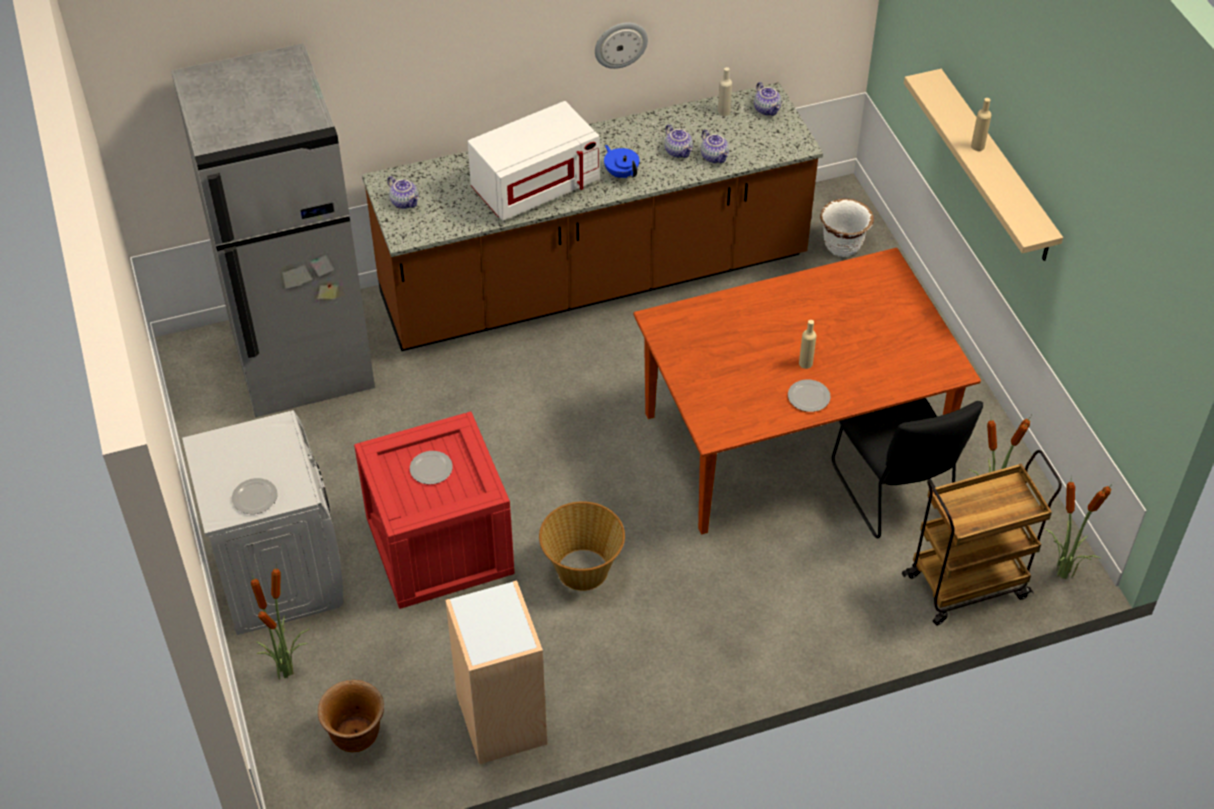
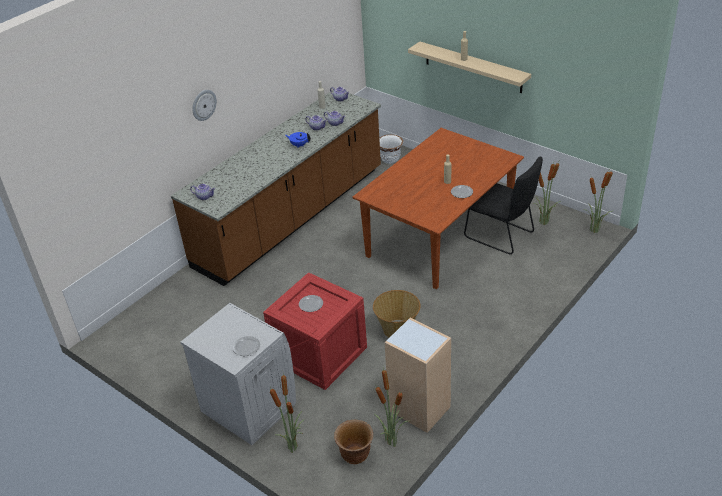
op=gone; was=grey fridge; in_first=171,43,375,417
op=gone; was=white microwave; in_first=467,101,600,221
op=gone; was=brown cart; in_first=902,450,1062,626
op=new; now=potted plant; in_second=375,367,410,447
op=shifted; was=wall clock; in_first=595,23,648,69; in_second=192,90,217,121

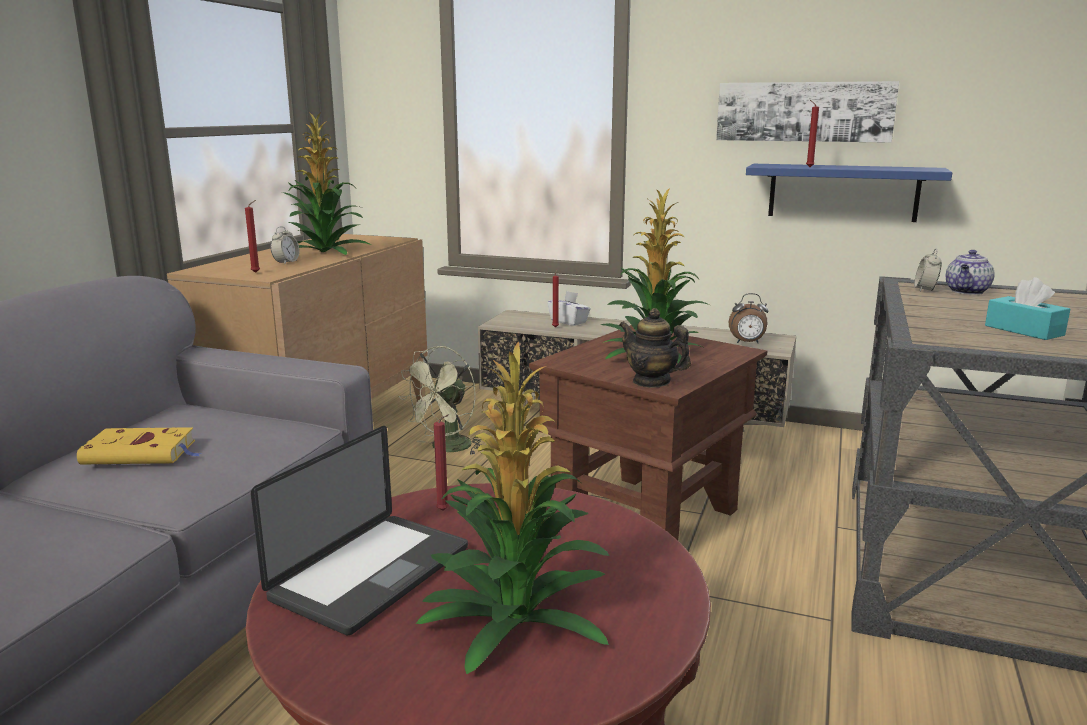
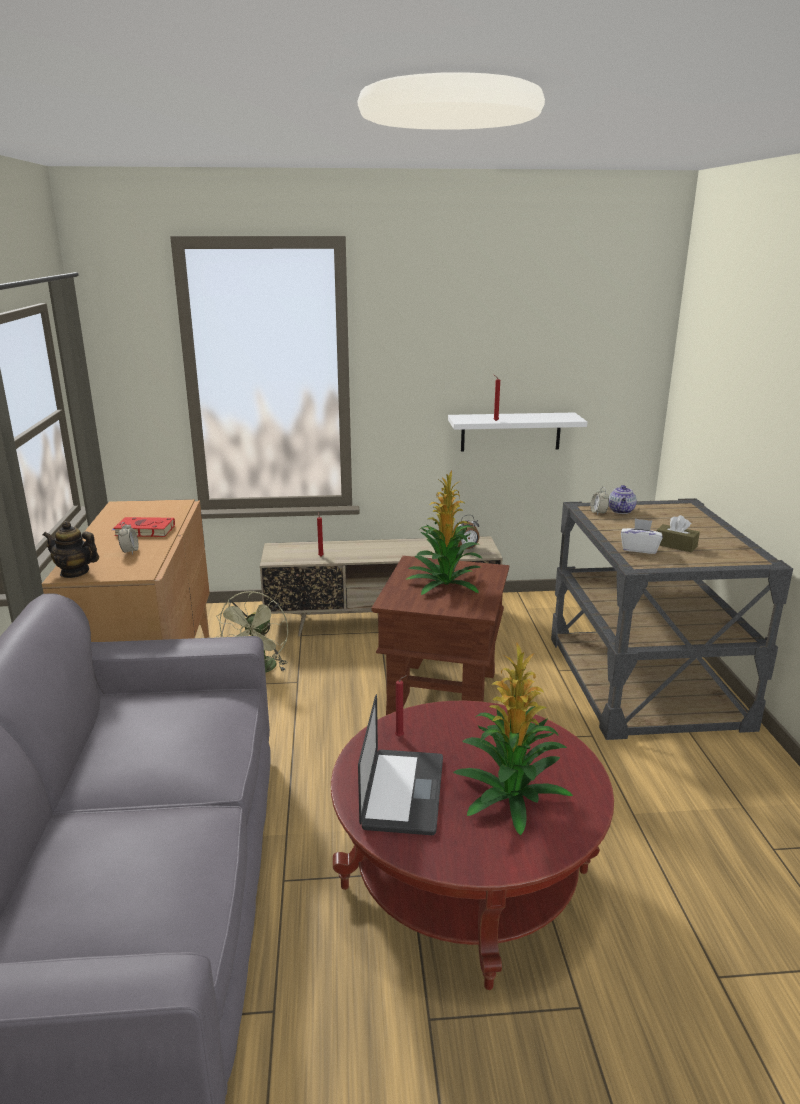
op=gone; was=yellow book; in_first=77,427,202,465
op=gone; was=red candle; in_first=245,200,260,273
op=gone; was=picture; in_first=716,81,899,143
op=shifted; was=white tissue box; in_first=547,291,591,326; in_second=621,518,662,554
op=shifted; was=teapot; in_first=619,308,691,388; in_second=43,521,99,578
op=swapped; was=potted plant; now=red book; in_first=282,112,371,255; in_second=113,517,175,537
op=repainted; was=blue shelf; now=white shelf; in_first=746,164,952,222; in_second=448,413,587,452
op=repainted; was=turquoise tissue box; now=brown tissue box; in_first=985,277,1070,340; in_second=657,515,700,552

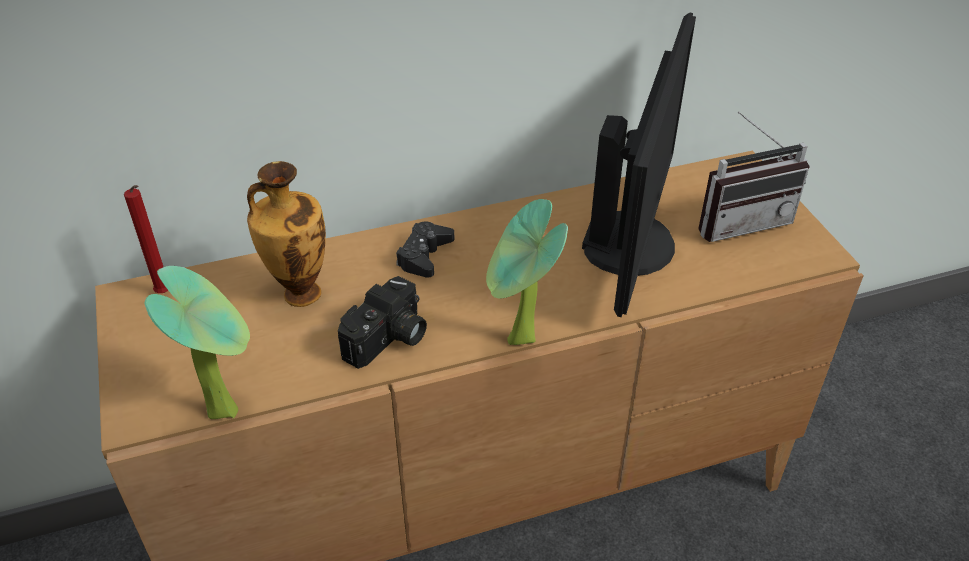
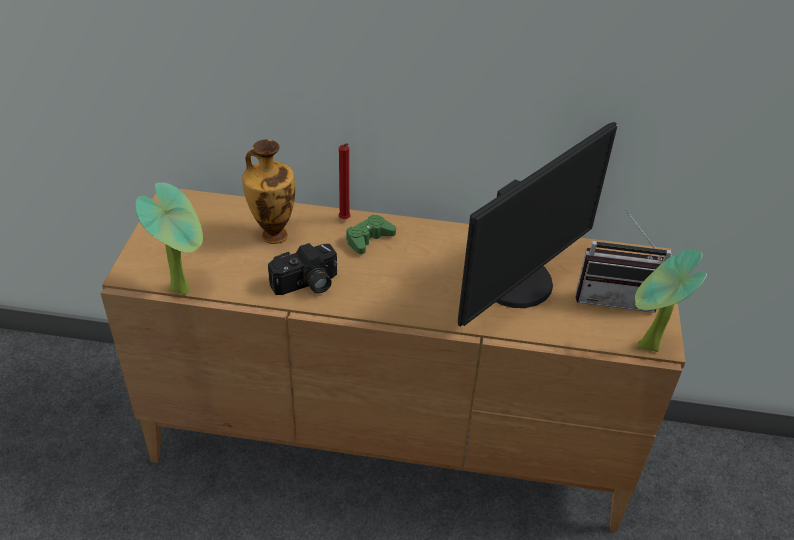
op=shifted; was=red candle; in_first=124,185,168,293; in_second=339,143,350,220
op=shifted; was=potted plant; in_first=486,199,568,345; in_second=635,249,707,352
op=repainted; was=black game controller; now=green game controller; in_first=396,222,454,278; in_second=346,214,396,254

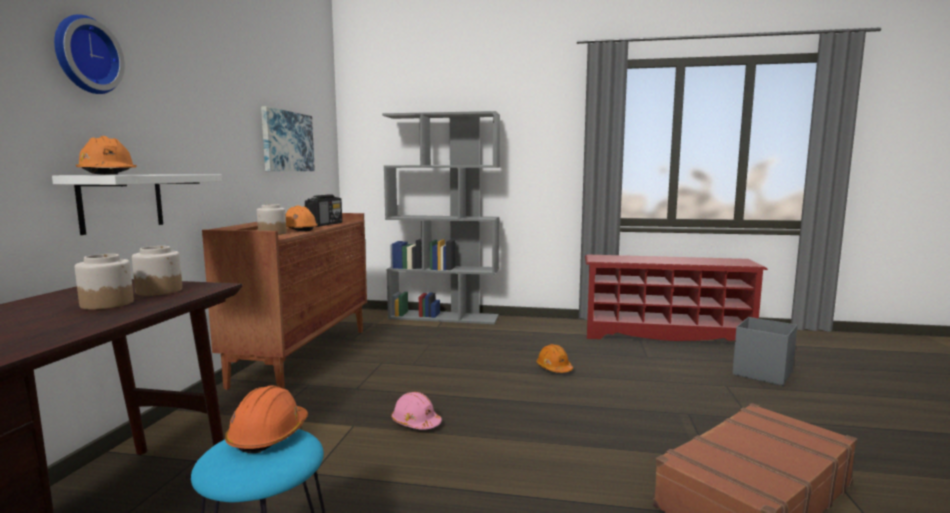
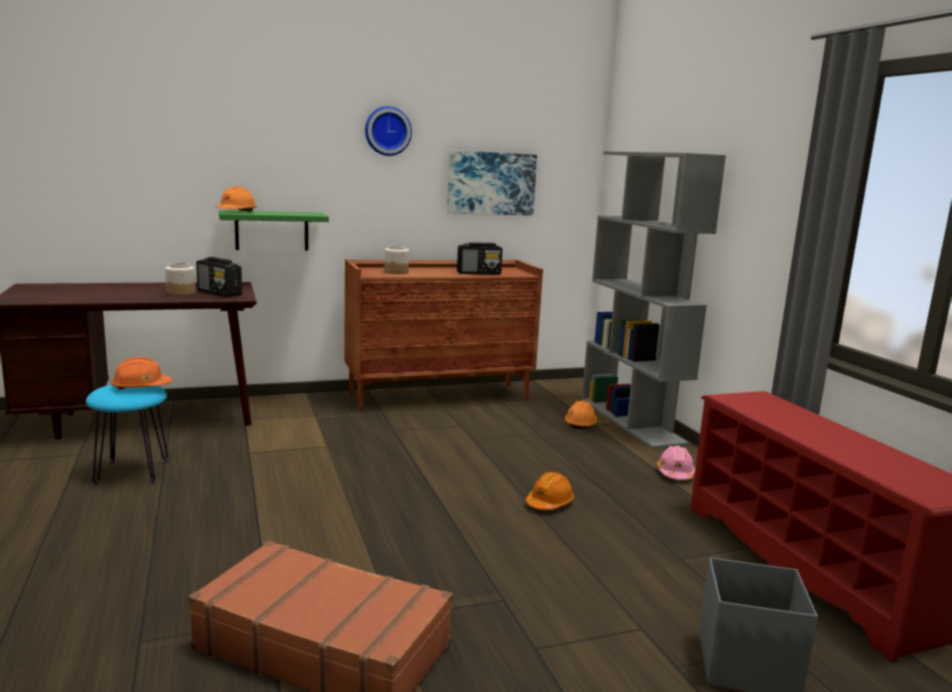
op=shifted; was=wall clock; in_first=54,14,125,94; in_second=365,106,412,156
op=shifted; was=orange hard hat; in_first=286,206,318,232; in_second=565,400,597,429
op=shifted; was=pink hard hat; in_first=391,392,442,429; in_second=657,445,695,480
op=swapped; was=jar; now=radio; in_first=132,246,182,296; in_second=196,257,242,297
op=repainted; was=white shelf; now=green shelf; in_first=52,174,222,235; in_second=219,210,329,250

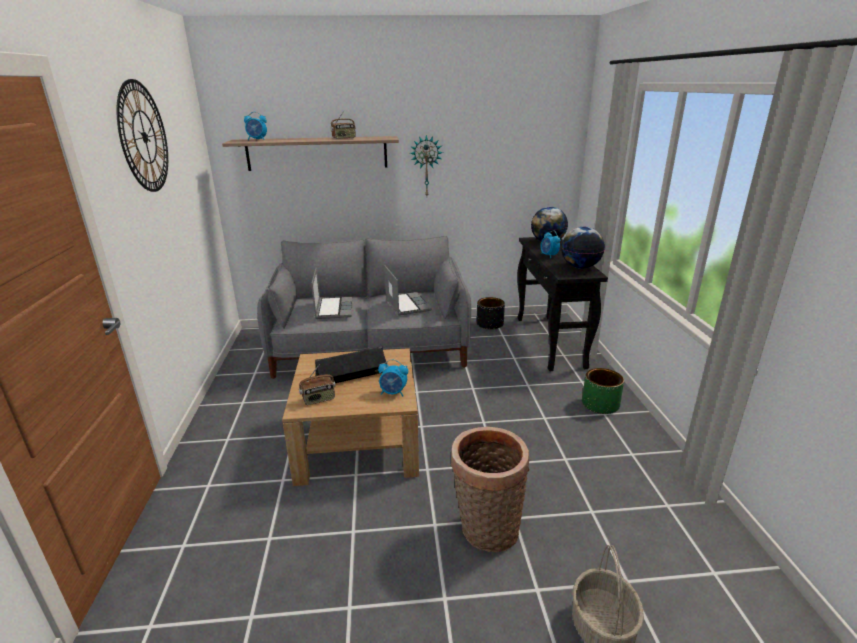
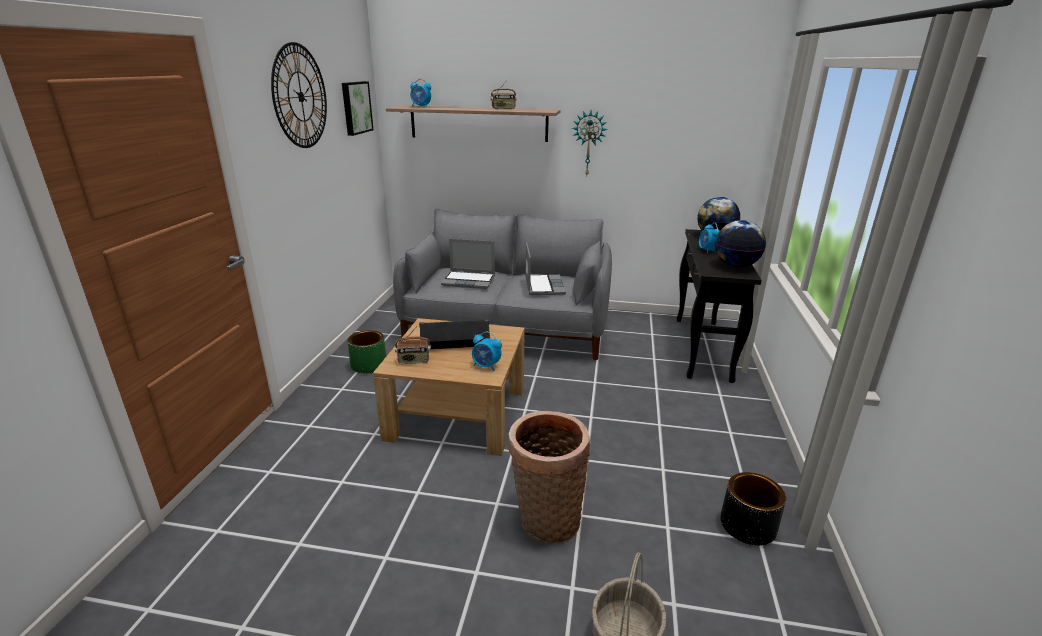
op=new; now=picture; in_second=342,81,373,136
op=shifted; was=black planter; in_first=476,297,505,330; in_second=720,472,786,546
op=shifted; was=green planter; in_first=582,368,624,414; in_second=347,330,386,374
op=rotated; was=laptop; in_first=311,267,353,319; in_second=441,239,495,289; clockwise=90

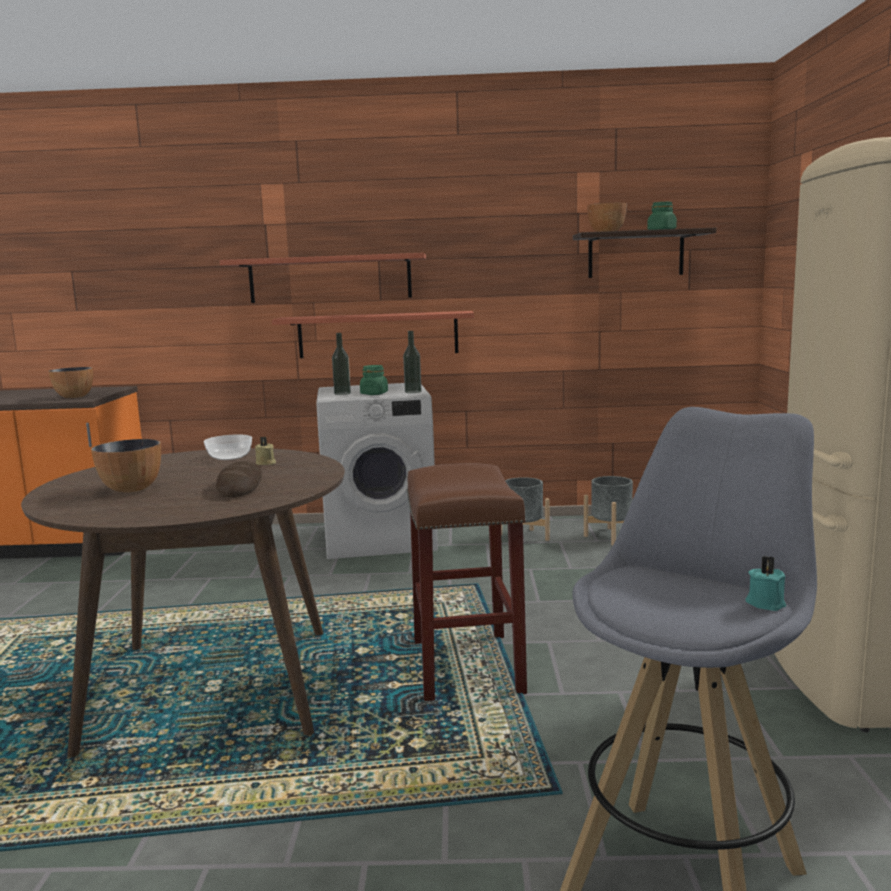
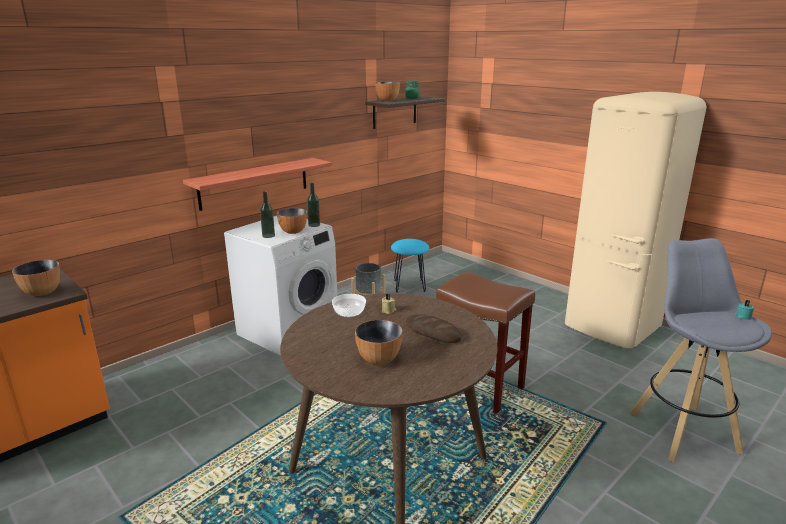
op=gone; was=shelf; in_first=220,253,426,303
op=swapped; was=green jar; now=bowl; in_first=360,365,388,395; in_second=277,208,307,234
op=swapped; was=grey planter; now=turquoise stool; in_first=584,476,633,545; in_second=391,239,429,292

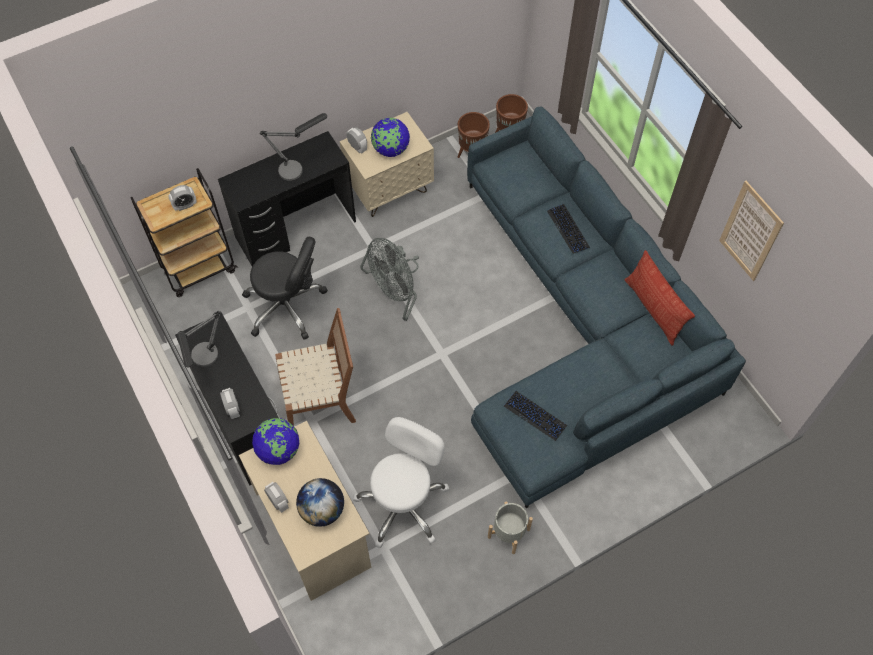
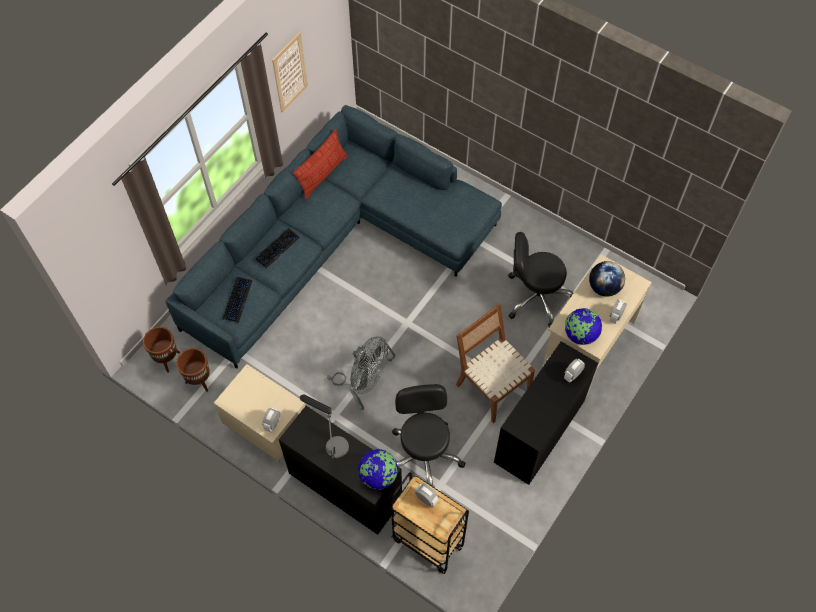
op=gone; was=table lamp; in_first=177,310,221,367
op=gone; was=grey planter; in_first=488,502,533,554
op=shifted; was=globe; in_first=371,118,410,157; in_second=358,449,398,489
op=shifted; was=keyboard; in_first=504,391,567,441; in_second=222,277,252,323
op=repainted; was=white office chair; now=black office chair; in_first=353,417,449,548; in_second=508,232,573,327

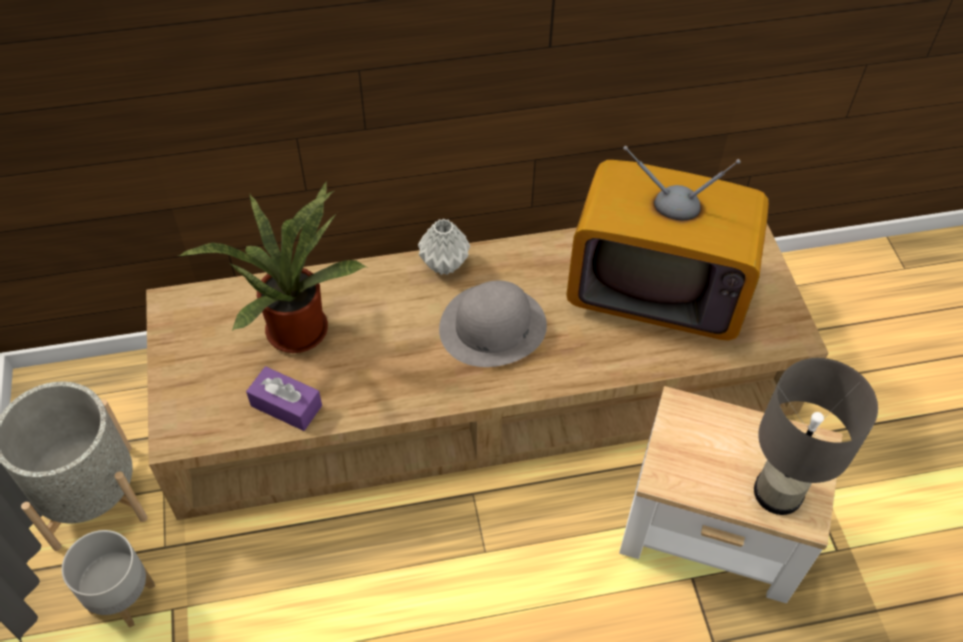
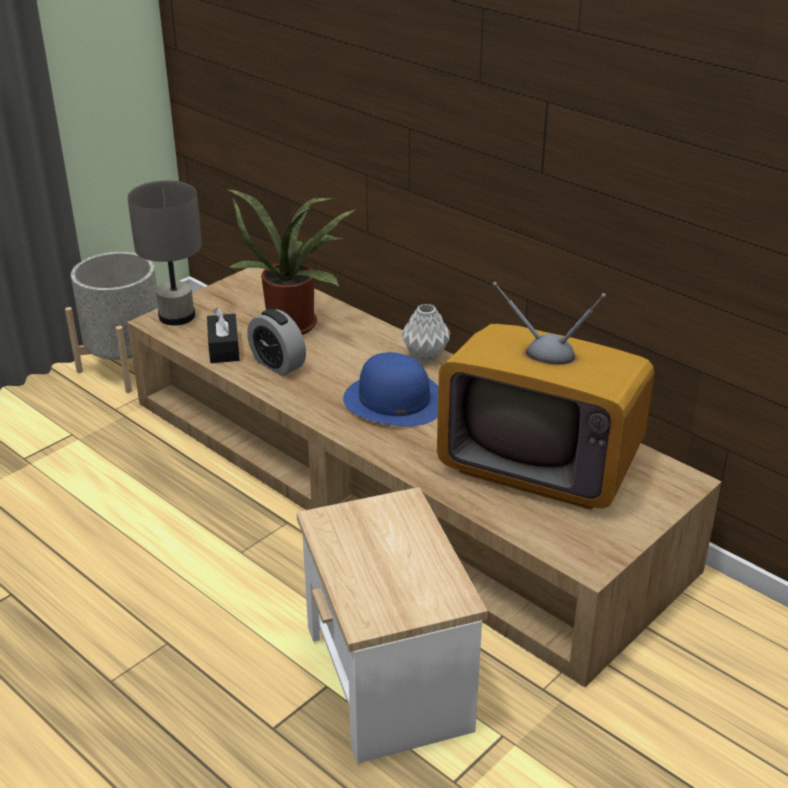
op=gone; was=grey planter; in_first=62,530,155,628
op=new; now=alarm clock; in_second=247,309,306,376
op=shifted; was=grey table lamp; in_first=754,358,878,515; in_second=128,181,202,325
op=repainted; was=purple tissue box; now=black tissue box; in_first=246,366,322,431; in_second=207,307,240,363
op=repainted; was=grey hat; now=blue hat; in_first=439,281,547,367; in_second=343,352,438,427
op=rotated; was=television; in_first=566,146,769,340; in_second=437,282,654,509; clockwise=-45

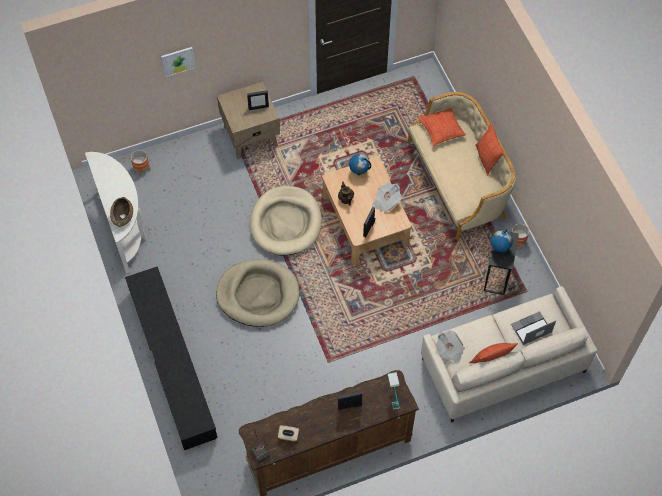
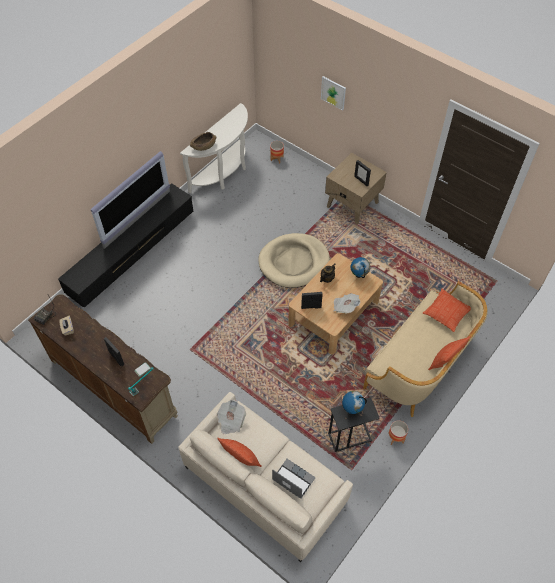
op=gone; was=beige dog bed; in_first=216,259,300,327
op=new; now=television; in_second=91,151,170,249

